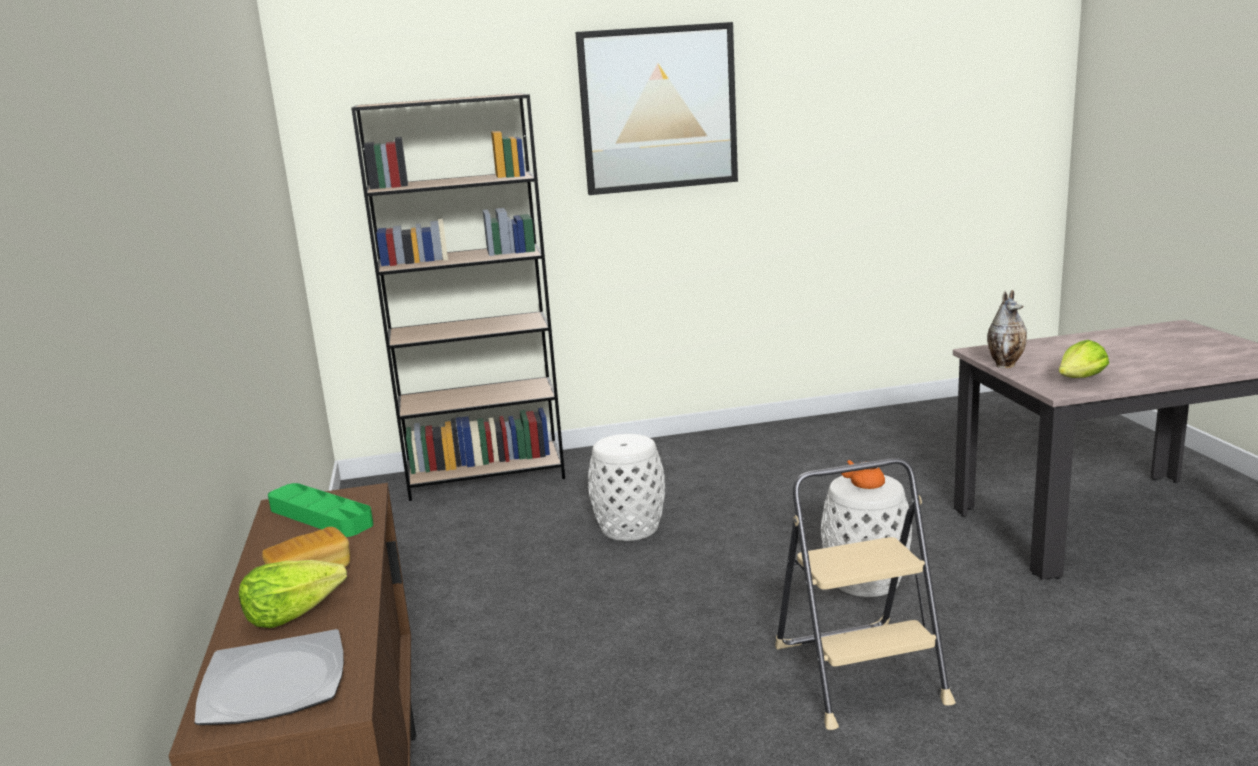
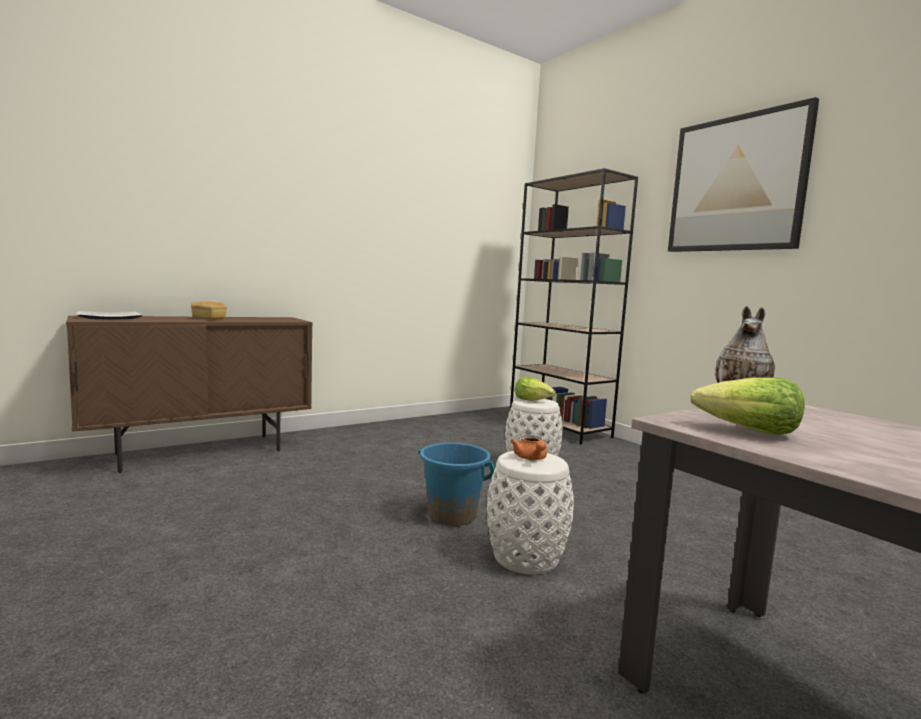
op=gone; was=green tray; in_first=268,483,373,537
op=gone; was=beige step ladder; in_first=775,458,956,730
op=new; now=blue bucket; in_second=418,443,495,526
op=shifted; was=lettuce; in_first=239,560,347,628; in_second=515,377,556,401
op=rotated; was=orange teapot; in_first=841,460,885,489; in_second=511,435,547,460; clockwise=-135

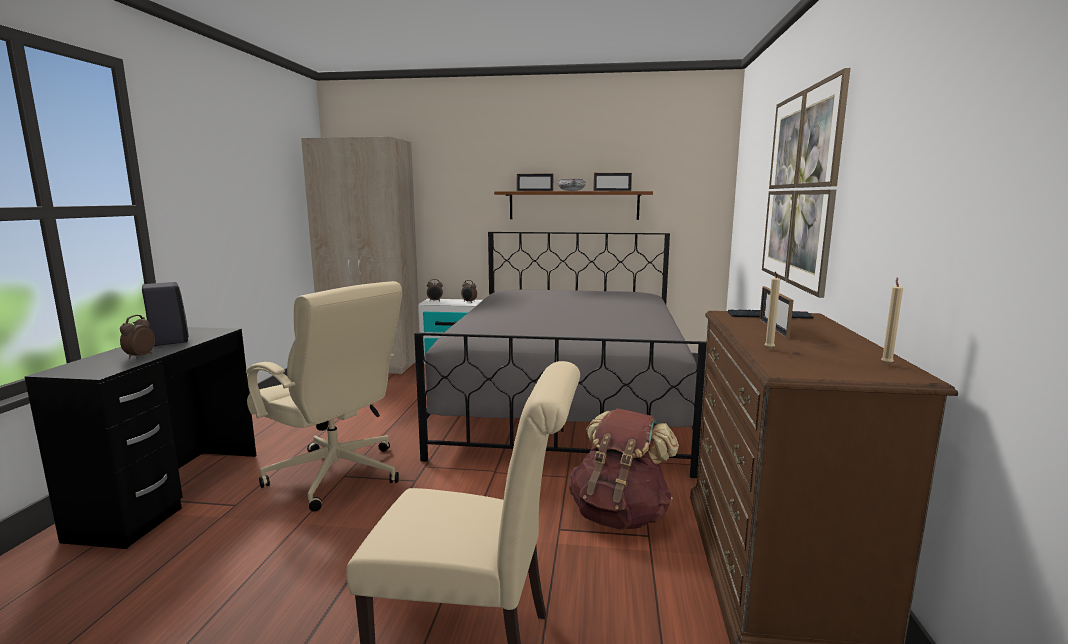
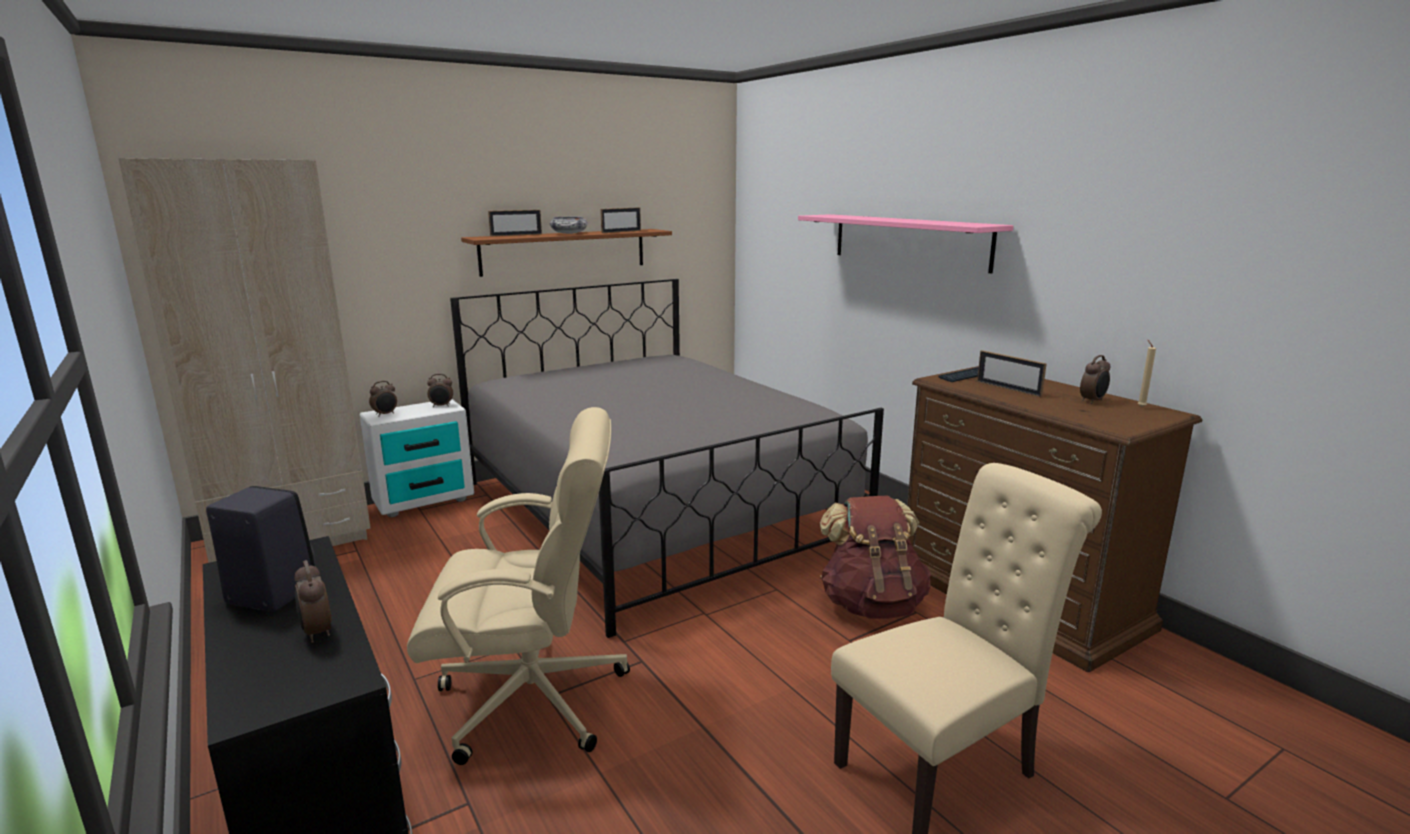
op=gone; was=beige candle; in_first=765,272,780,349
op=new; now=alarm clock; in_second=1080,355,1110,404
op=swapped; was=picture; now=pink shelf; in_first=762,68,850,298; in_second=798,214,1013,274

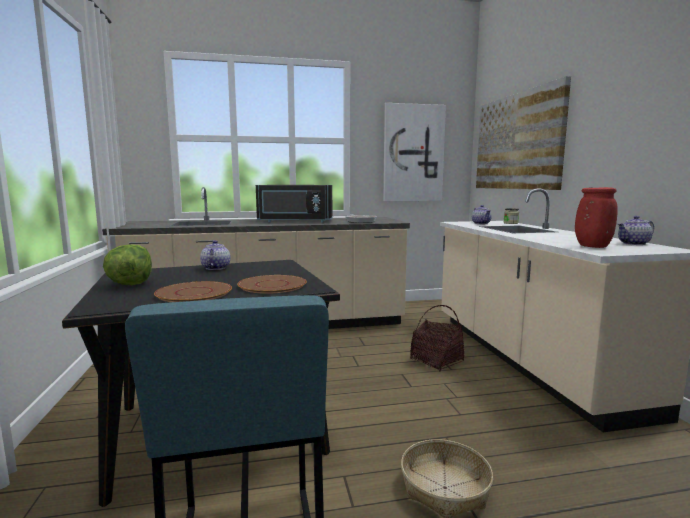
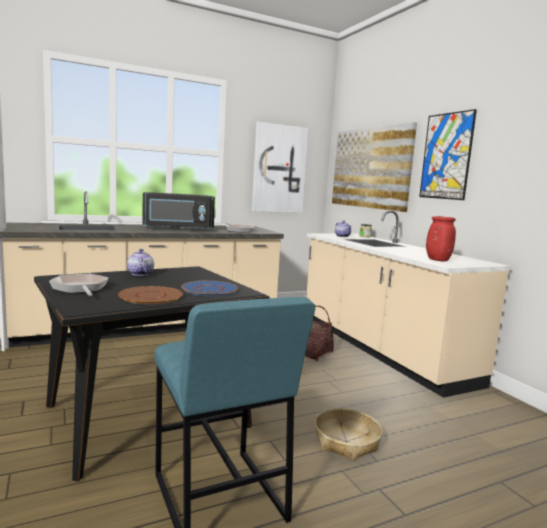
op=gone; was=teapot; in_first=617,216,654,245
op=new; now=picture; in_second=419,109,477,200
op=swapped; was=lettuce; now=frying pan; in_first=103,244,152,285; in_second=49,274,108,296
op=repainted; was=brown plate; now=blue plate; in_first=237,275,307,294; in_second=181,281,239,296

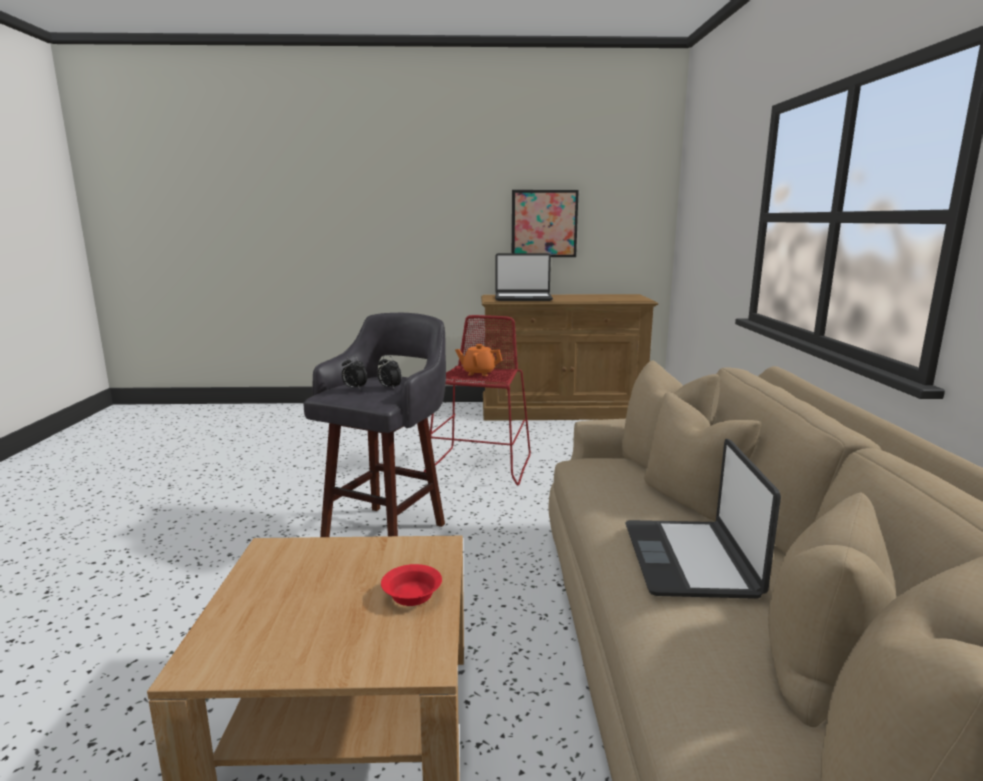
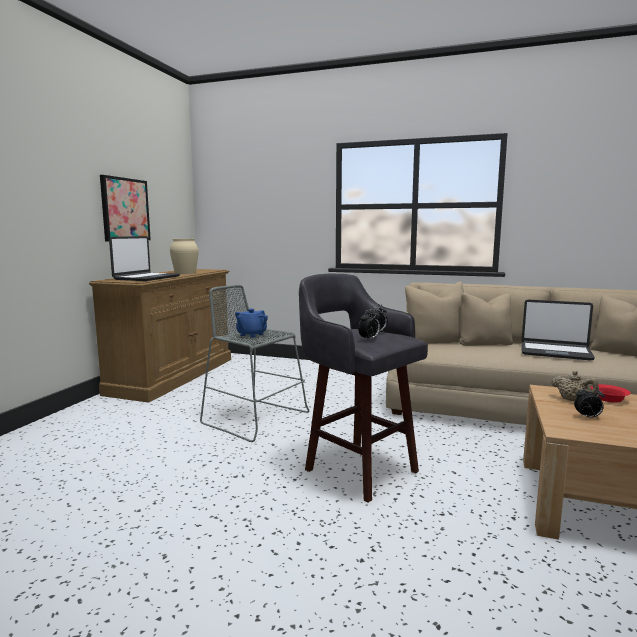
op=new; now=beige vase; in_second=170,239,198,274
op=new; now=beige teapot; in_second=551,371,599,401
op=new; now=alarm clock; in_second=574,386,605,418
op=repainted; was=red stool; now=grey stool; in_first=423,315,531,486; in_second=200,284,309,442
op=repainted; was=orange teapot; now=blue teapot; in_first=455,344,502,376; in_second=235,309,268,338

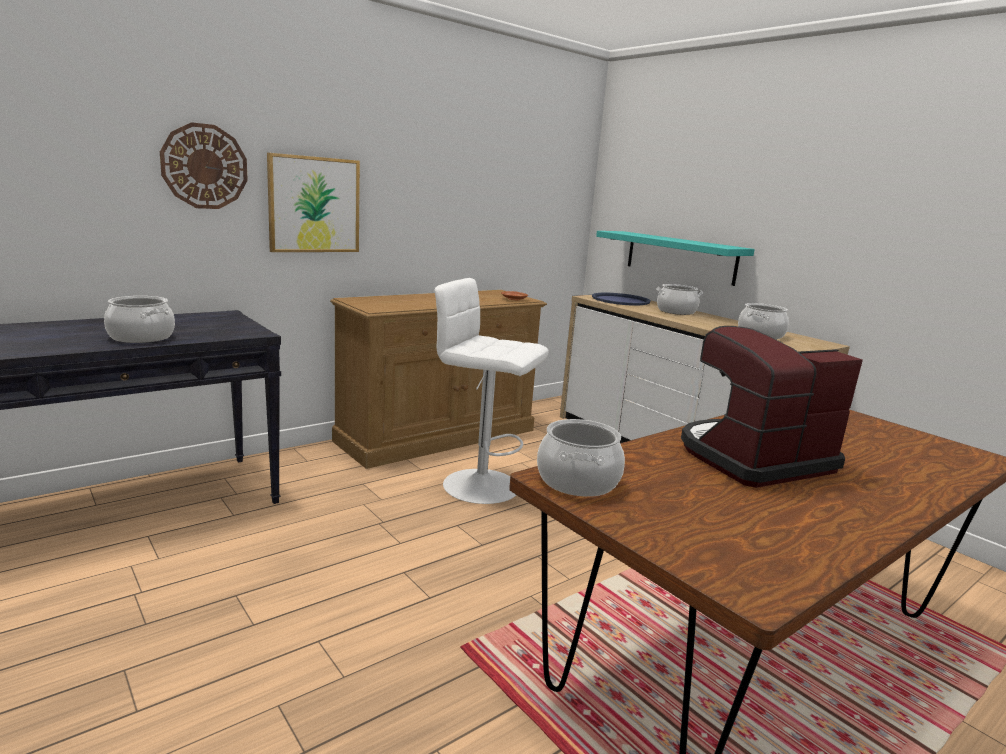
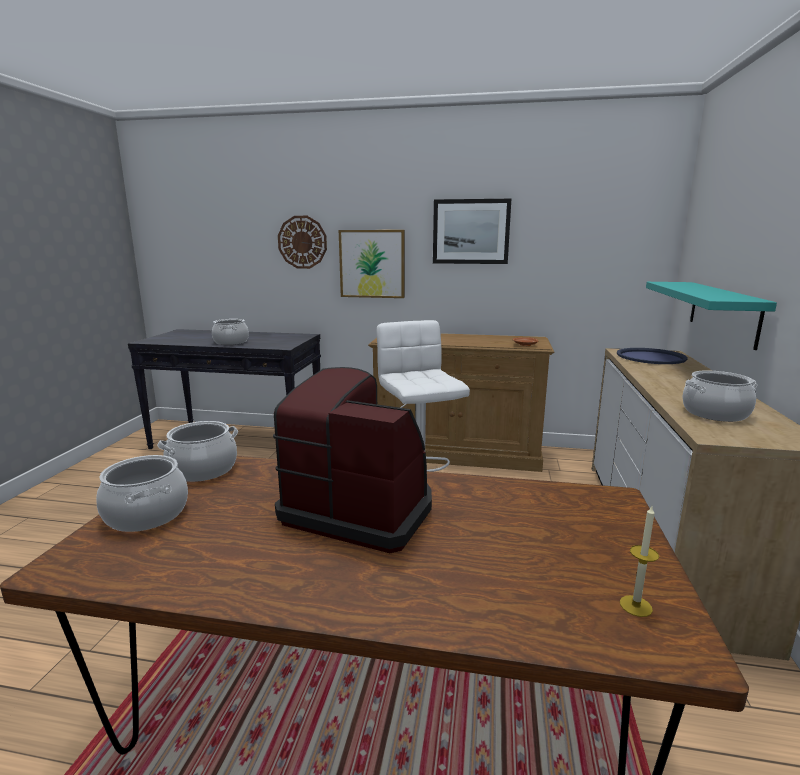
op=new; now=picture; in_second=433,199,511,264
op=new; now=candle; in_second=620,506,659,617
op=shifted; was=cooking pot; in_first=657,284,703,315; in_second=96,455,188,532

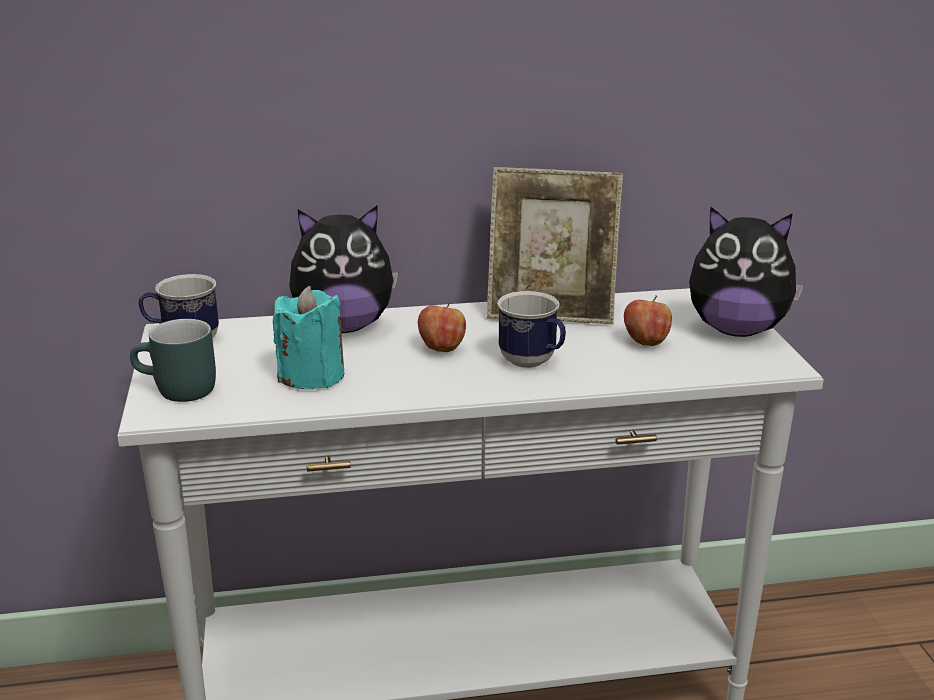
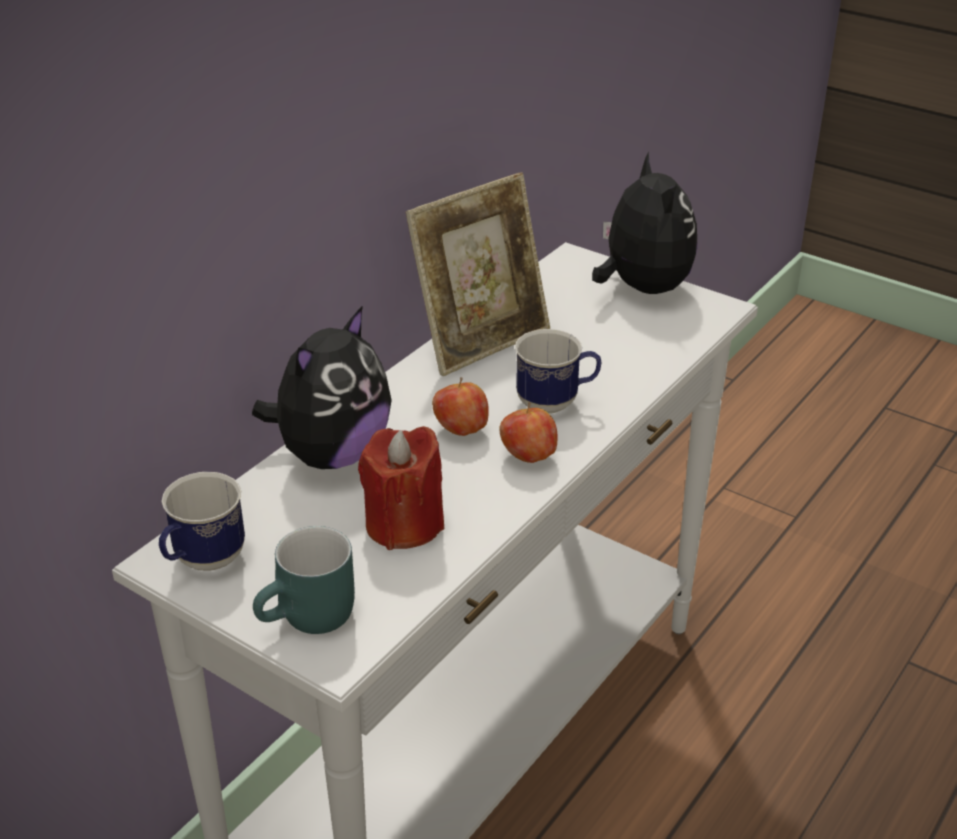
op=shifted; was=apple; in_first=624,295,672,346; in_second=499,403,558,463
op=repainted; was=turquoise candle; now=red candle; in_first=273,286,344,390; in_second=358,426,444,550
op=rotated; was=plush toy; in_first=689,207,804,337; in_second=592,151,698,294; clockwise=-75

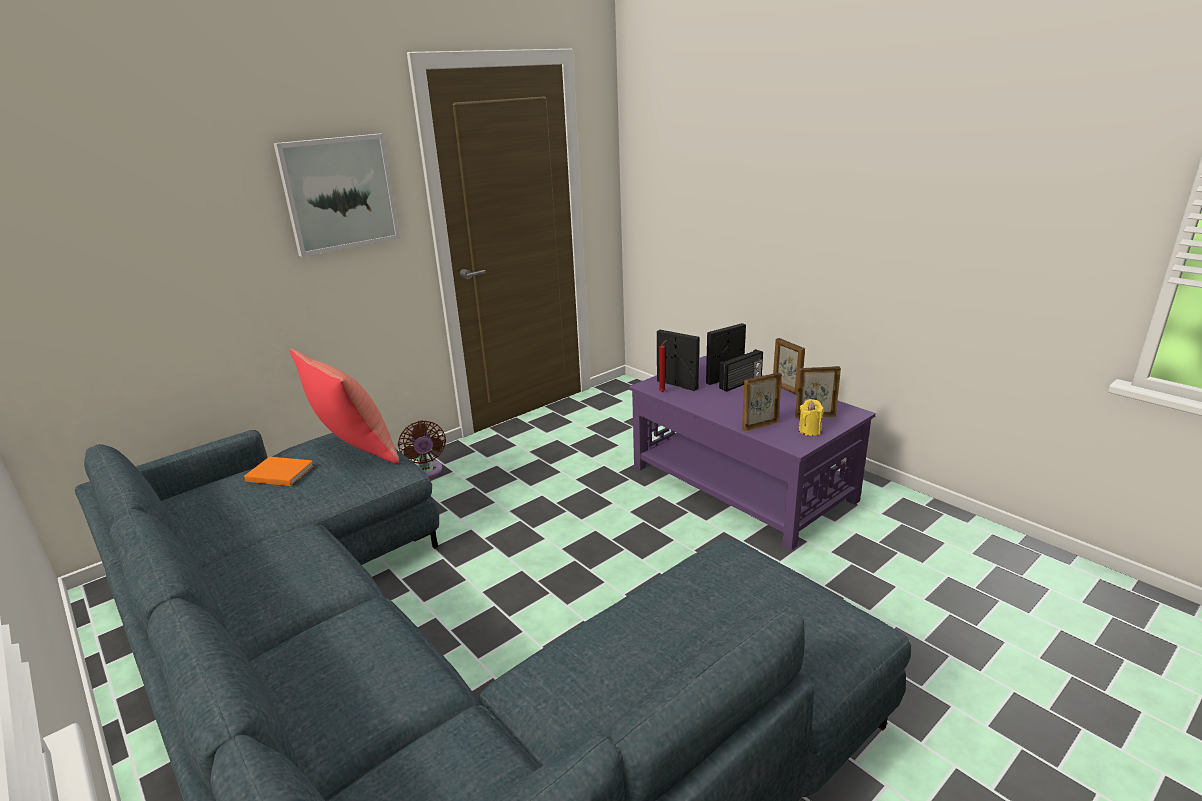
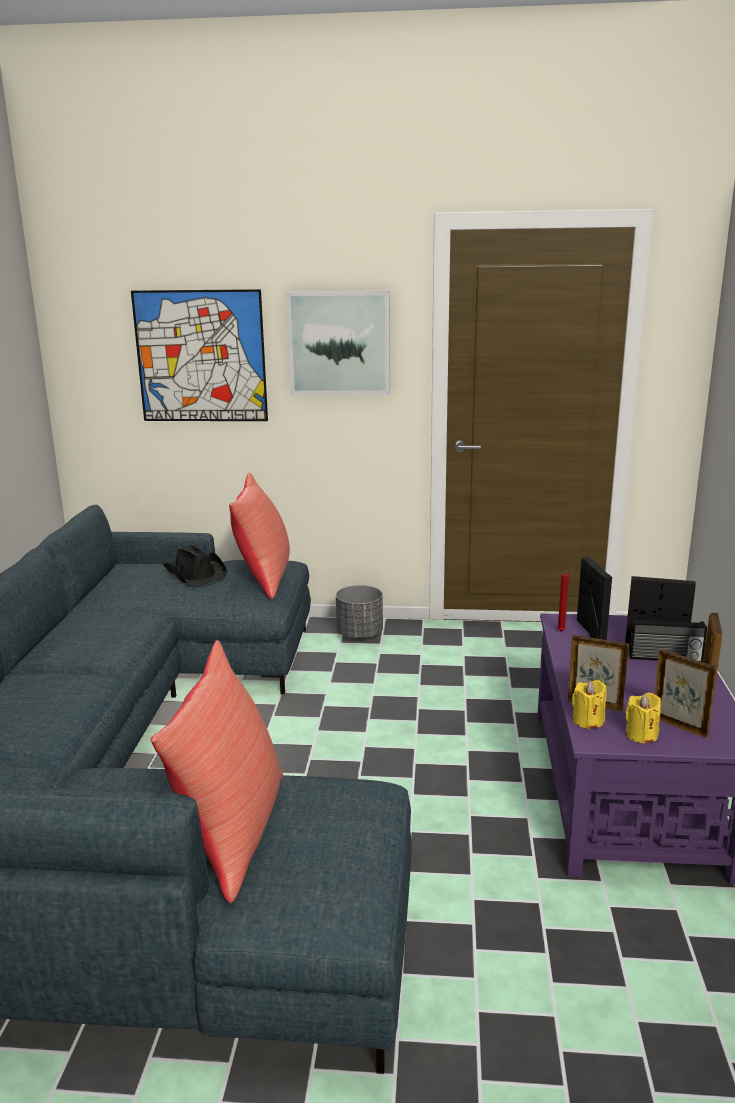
op=new; now=picture; in_second=131,289,268,421
op=new; now=red pillow; in_second=151,640,283,903
op=new; now=yellow candle; in_second=572,680,607,729
op=swapped; was=orange book; now=black hat; in_first=244,457,314,486; in_second=163,545,227,587
op=swapped; was=brown fan; now=grey planter; in_first=398,420,446,478; in_second=336,585,383,639

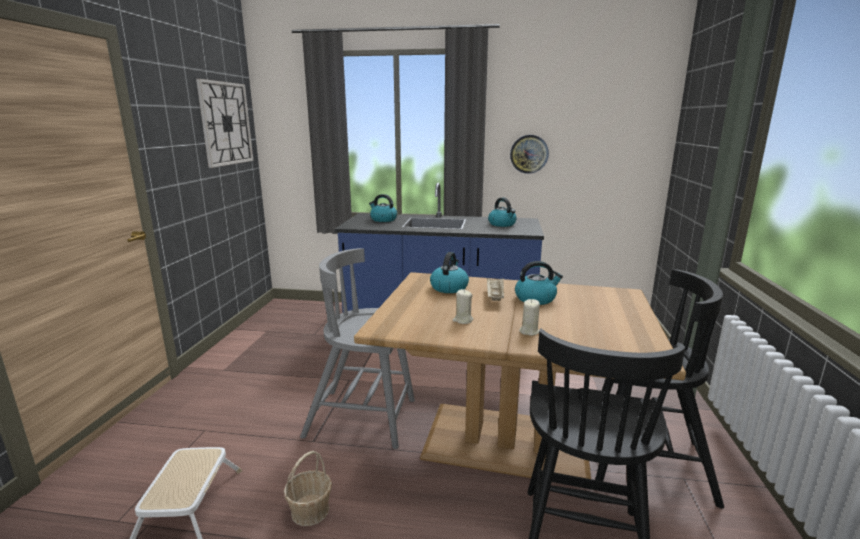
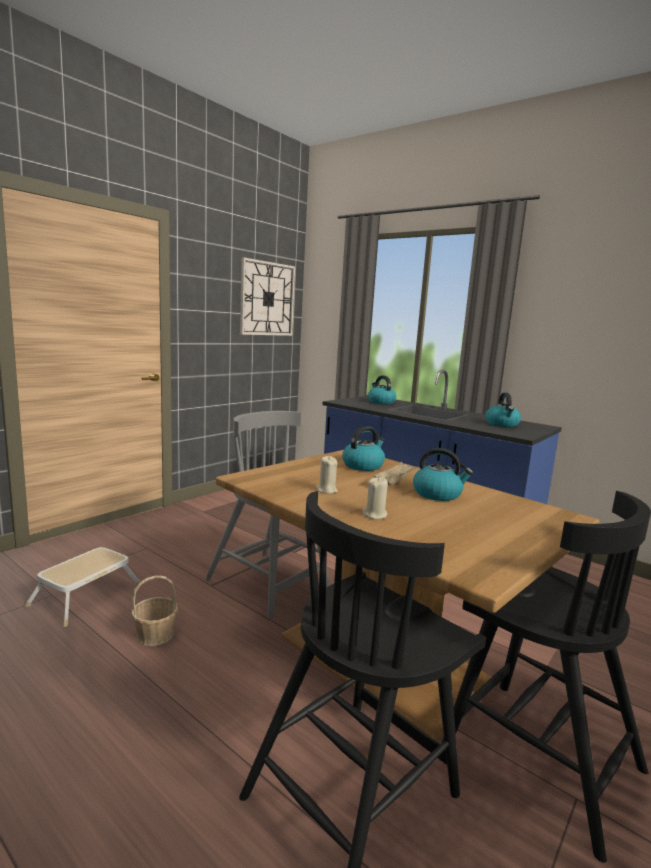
op=gone; was=wall clock; in_first=510,135,549,174

